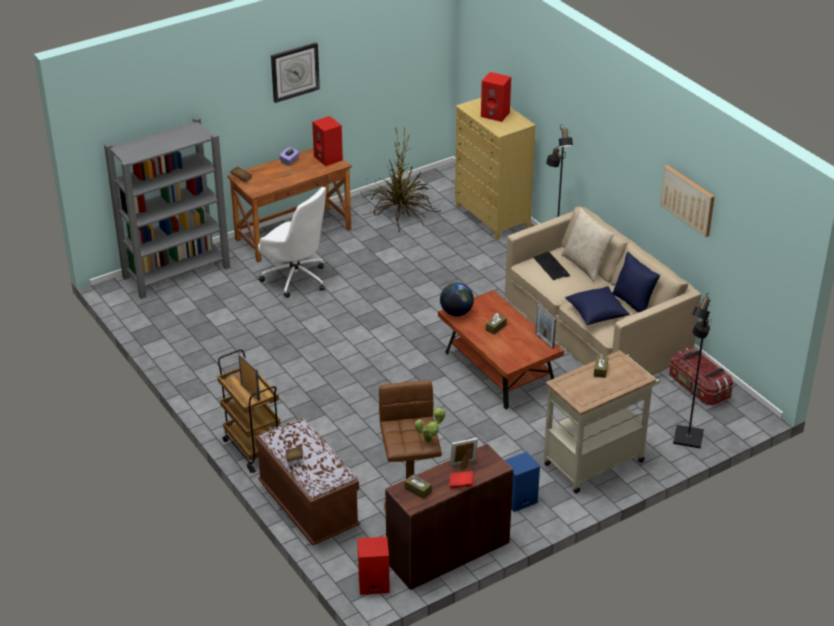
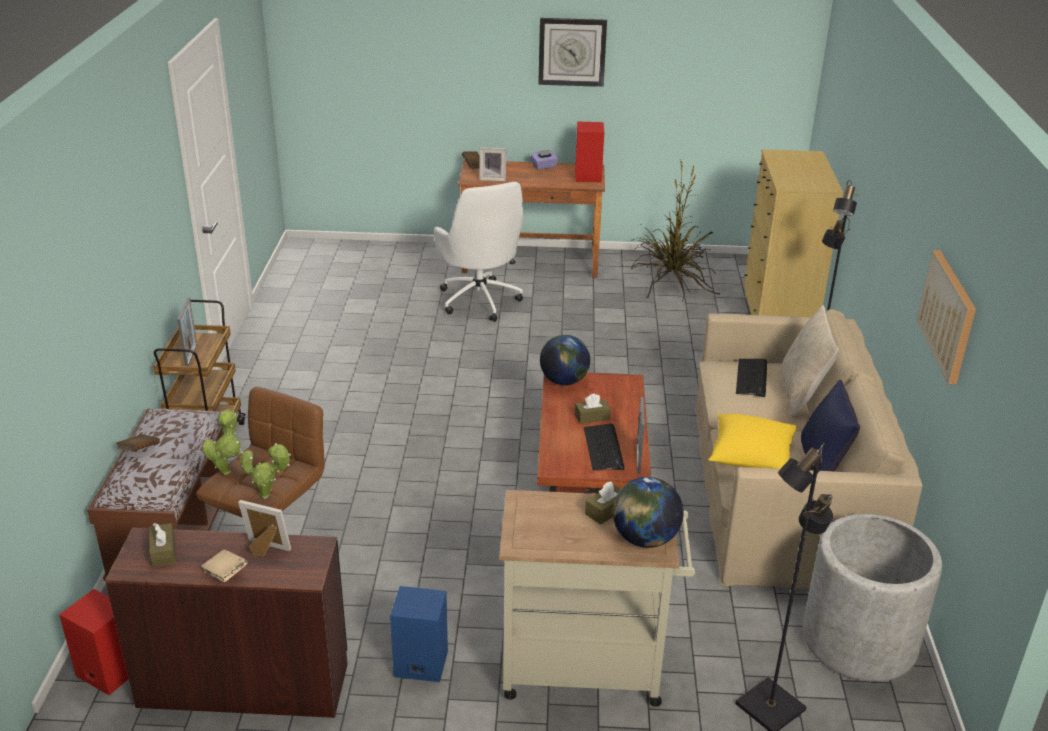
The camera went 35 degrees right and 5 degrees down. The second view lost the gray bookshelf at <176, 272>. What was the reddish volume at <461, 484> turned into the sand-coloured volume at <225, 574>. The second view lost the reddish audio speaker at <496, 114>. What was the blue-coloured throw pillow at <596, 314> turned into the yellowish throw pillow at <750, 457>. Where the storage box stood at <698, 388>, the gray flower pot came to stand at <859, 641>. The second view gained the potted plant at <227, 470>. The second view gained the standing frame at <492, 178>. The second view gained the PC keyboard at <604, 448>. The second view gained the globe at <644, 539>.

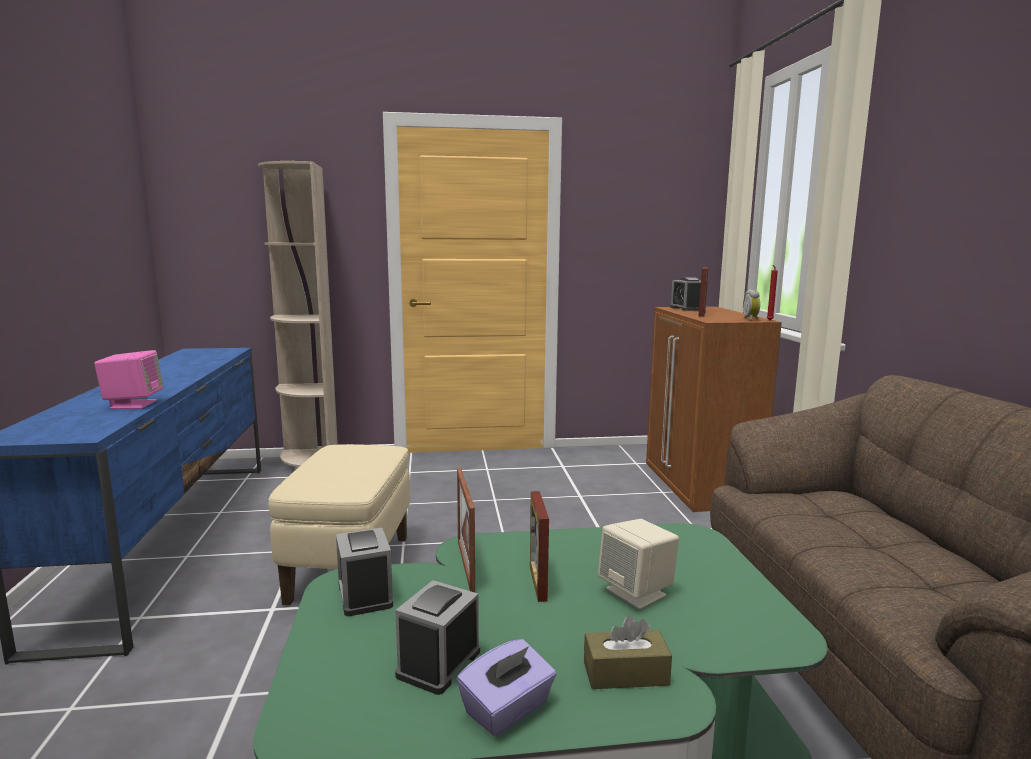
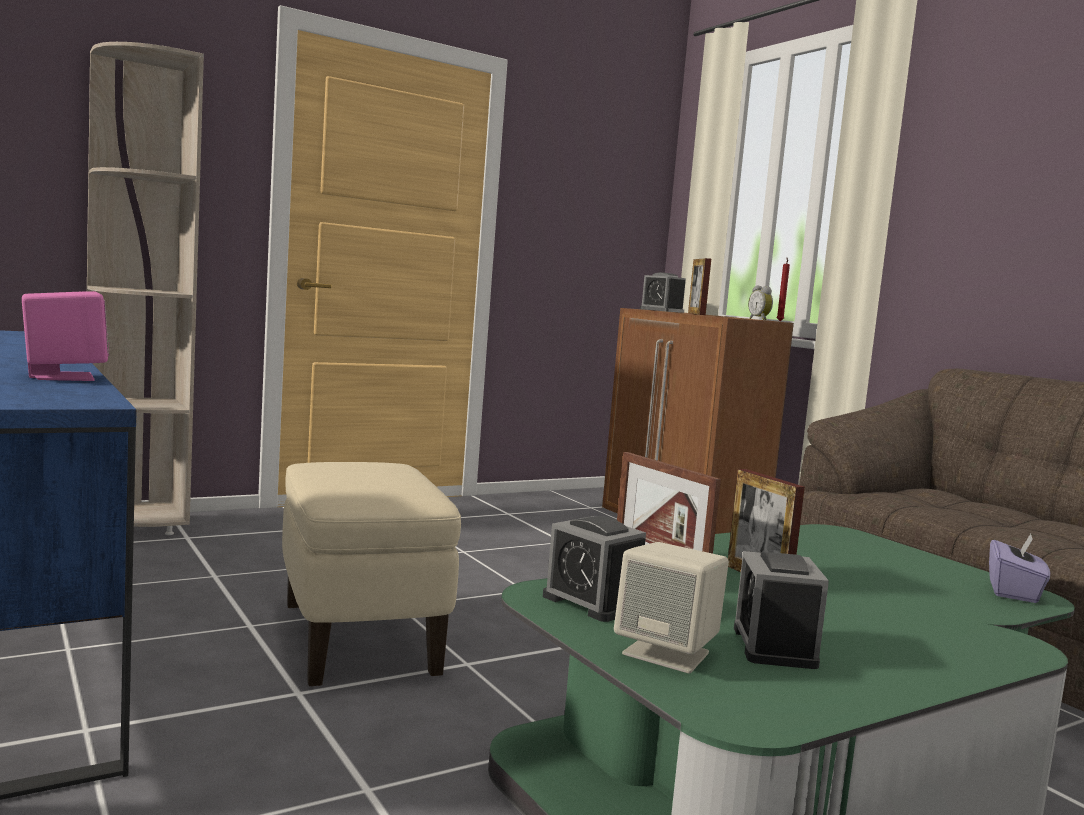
The camera went 25 degrees left and 5 degrees down. The purple tissue holder ended up elsewhere, having gone from <507, 709> to <1014, 592>. The second view lost the brown tissue holder at <625, 673>. The sand-coloured audio speaker ended up elsewhere, having gone from <637, 592> to <667, 653>.

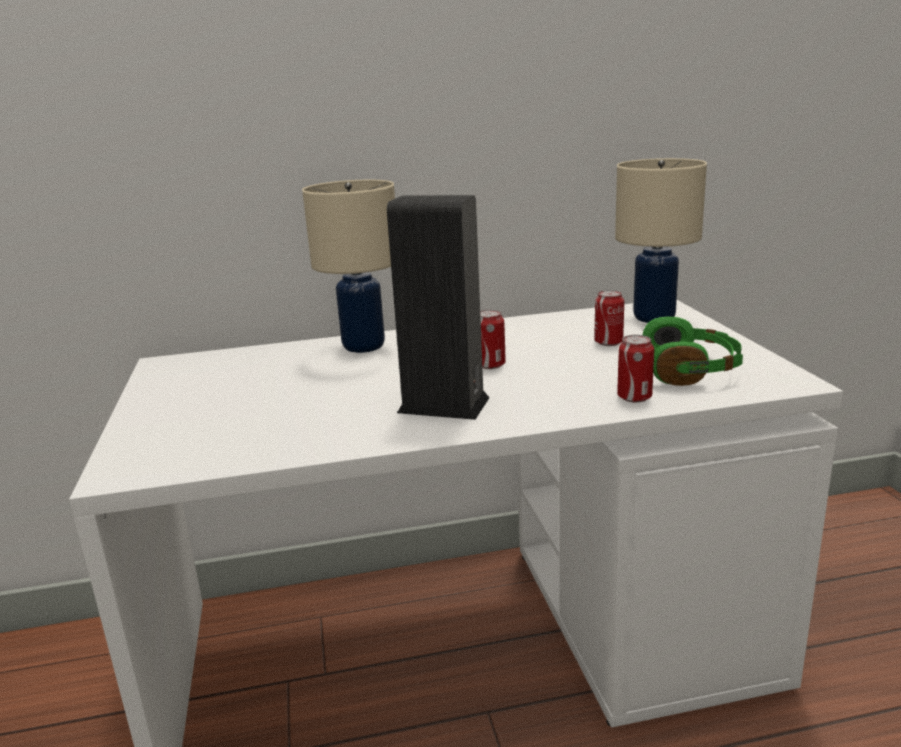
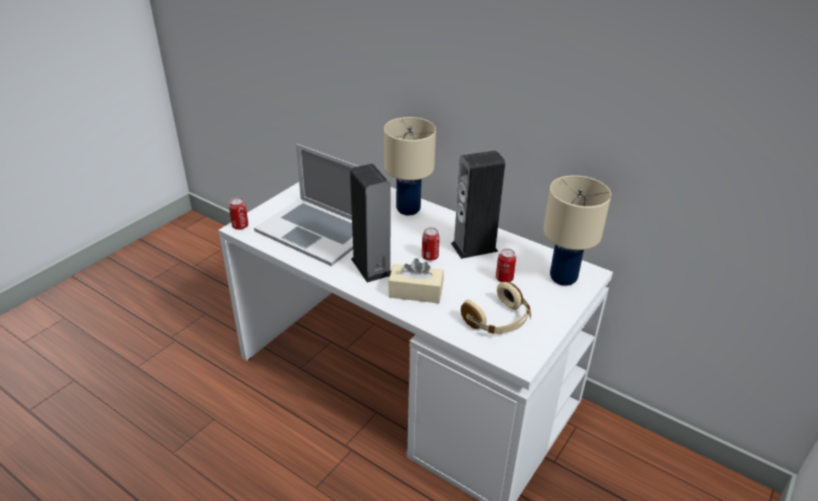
The camera went 45 degrees right and 15 degrees up. The can ended up elsewhere, having gone from <634, 397> to <240, 226>. What was the green-coloured headset at <691, 369> turned into the sand-coloured headset at <498, 320>. The second view gained the laptop at <316, 230>. The second view gained the sand-coloured tissue holder at <415, 292>. The second view gained the audio speaker at <474, 247>.

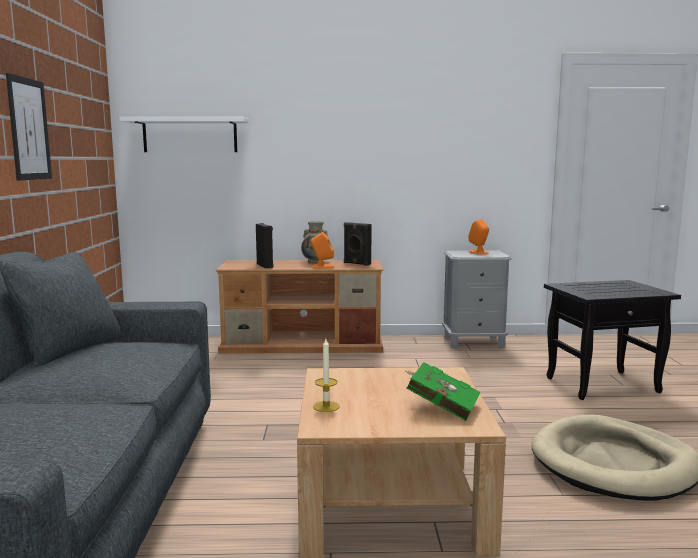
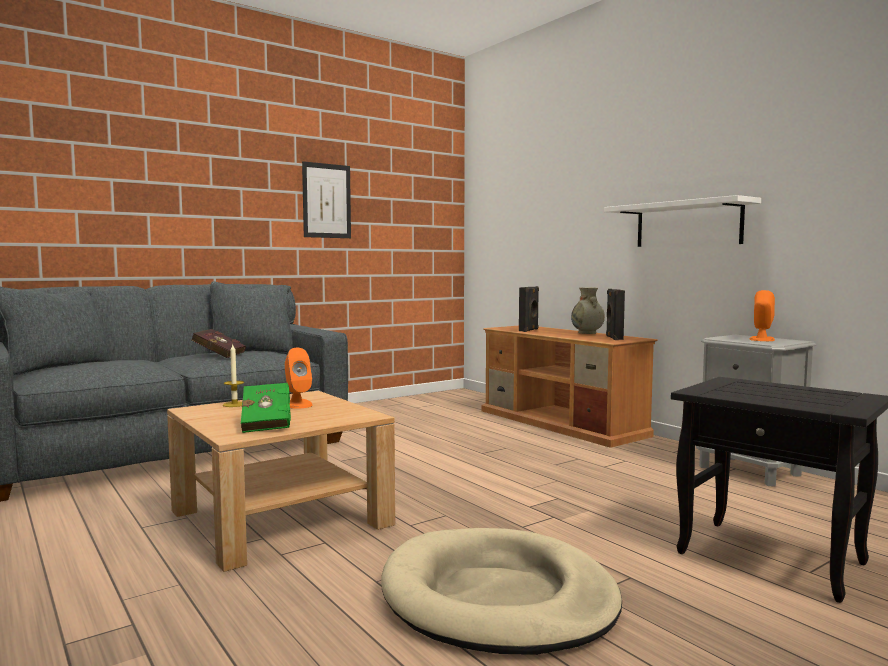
The camera went 55 degrees right and 5 degrees down. The white shelf ended up elsewhere, having gone from <190, 135> to <687, 224>. The orangey audio speaker ended up elsewhere, having gone from <322, 267> to <297, 404>. The second view gained the reddish volume at <217, 355>.

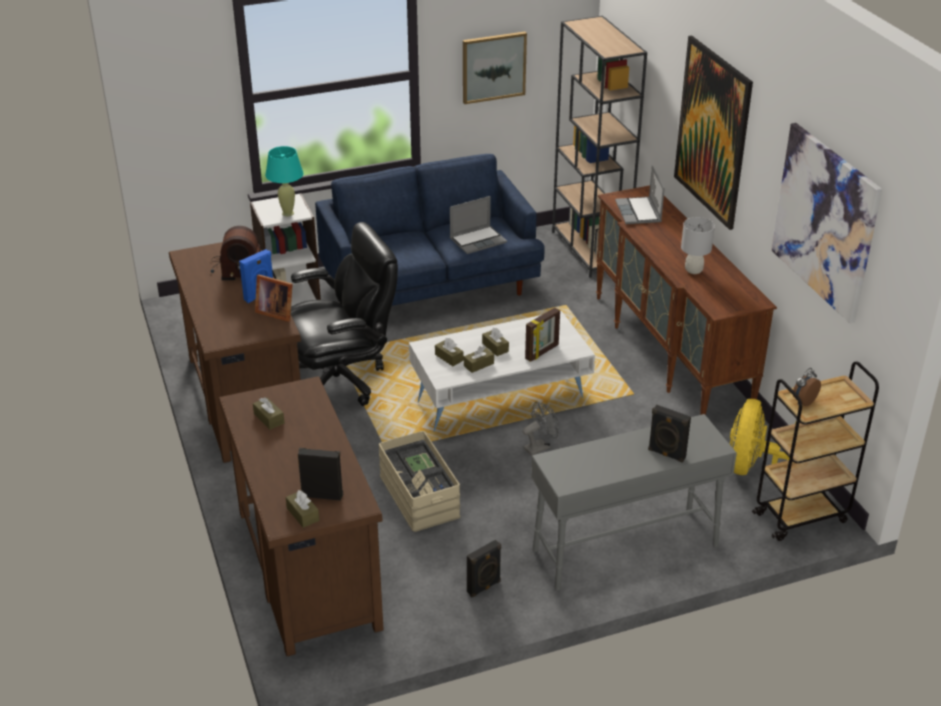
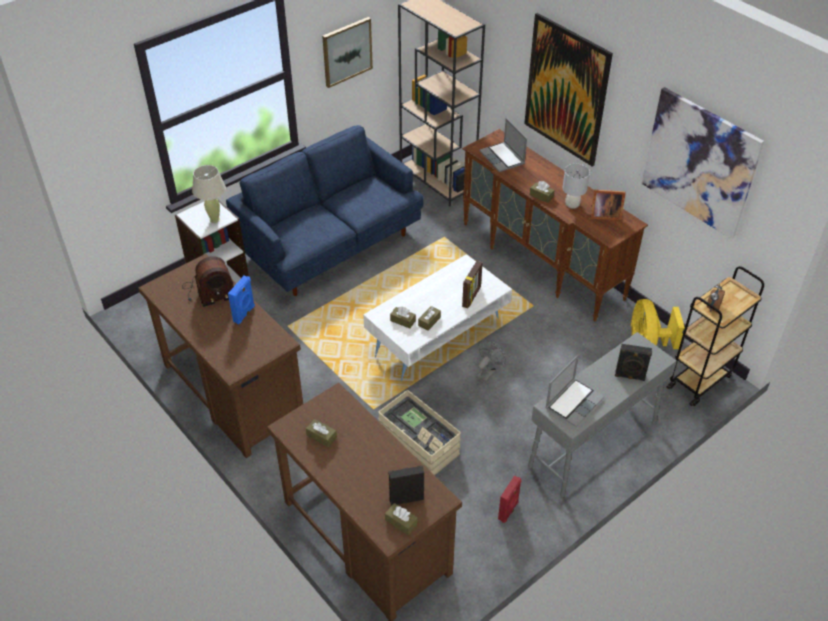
The camera went 20 degrees left and 10 degrees up. The standing frame ended up elsewhere, having gone from <275, 312> to <604, 215>. What was the turquoise lamp for a table at <288, 213> turned into the sand-coloured lamp for a table at <214, 220>. The second view lost the black-coloured computer chair at <342, 380>. The laptop ended up elsewhere, having gone from <478, 240> to <574, 402>. What was the black-coloured audio speaker at <484, 587> turned into the reddish audio speaker at <508, 511>. The brown tissue holder ended up elsewhere, having gone from <495, 347> to <541, 196>.

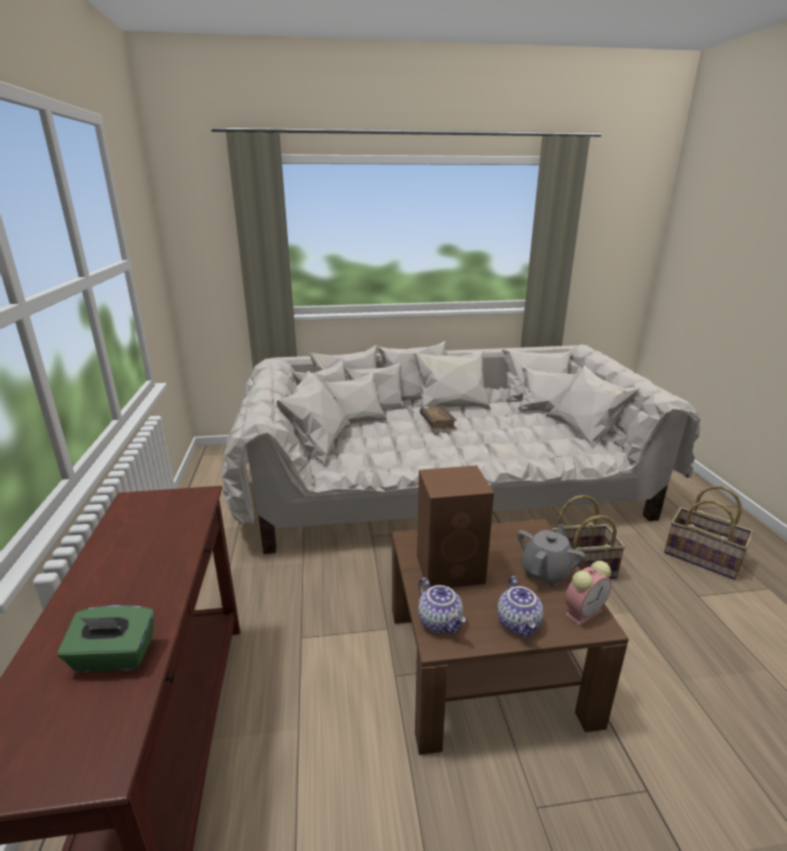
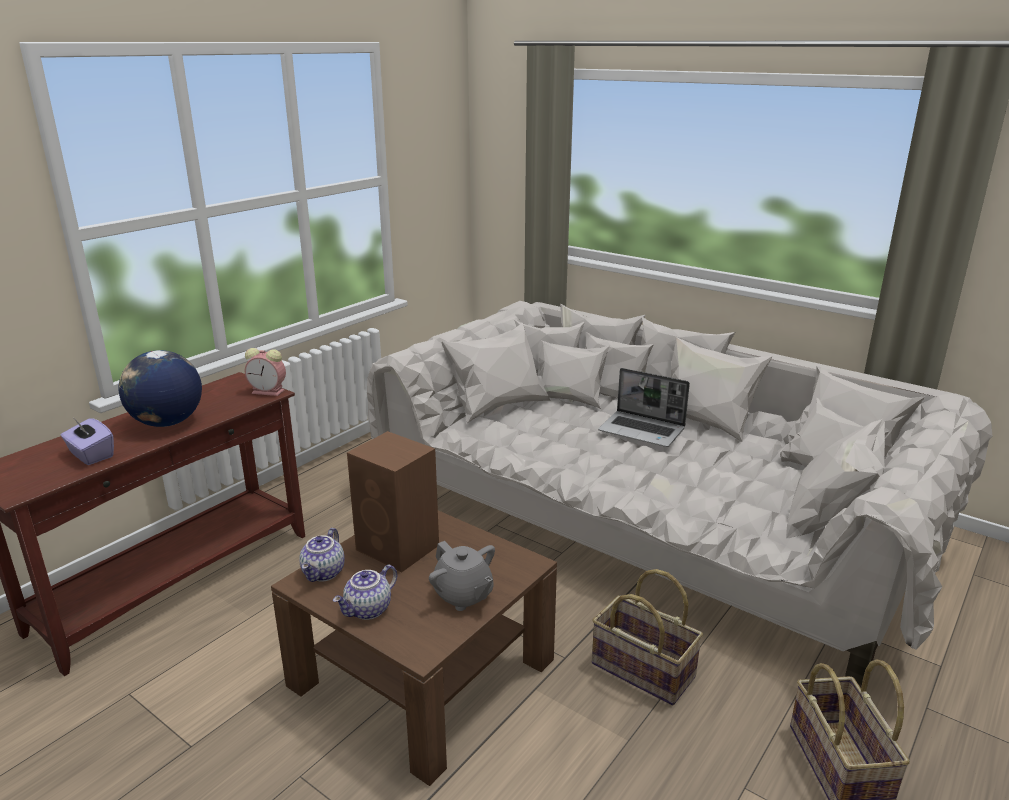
The camera went 45 degrees right and 0 degrees up. What was the green-coloured tissue holder at <114, 657> turned into the purple tissue holder at <91, 455>. Where the brown volume stood at <437, 422>, the laptop came to stand at <642, 430>. The gray pot for tea at <546, 572> ended up facing another way, 60 degrees clockwise from before. The alarm clock ended up elsewhere, having gone from <584, 612> to <269, 391>. The second view gained the globe at <167, 423>.

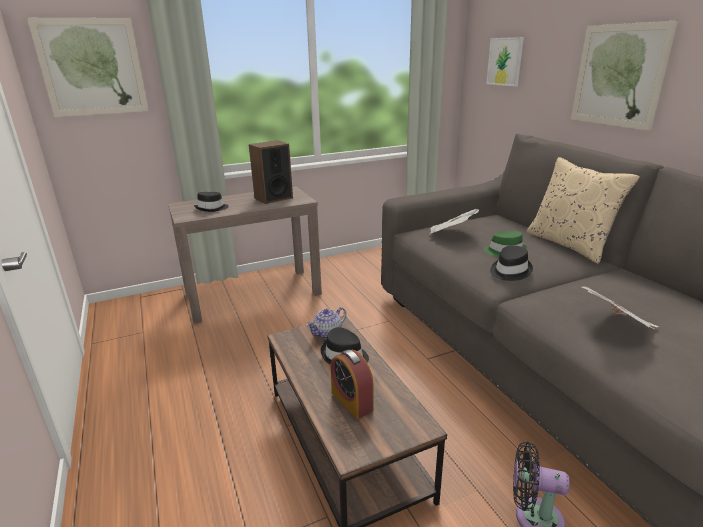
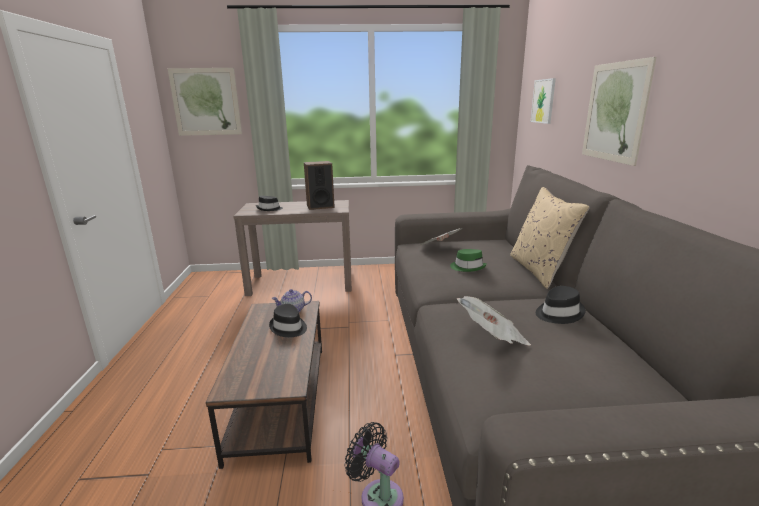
The camera went 20 degrees right and 5 degrees down. The second view lost the alarm clock at <352, 401>. The black-coloured clothing hat ended up elsewhere, having gone from <509, 271> to <558, 313>.

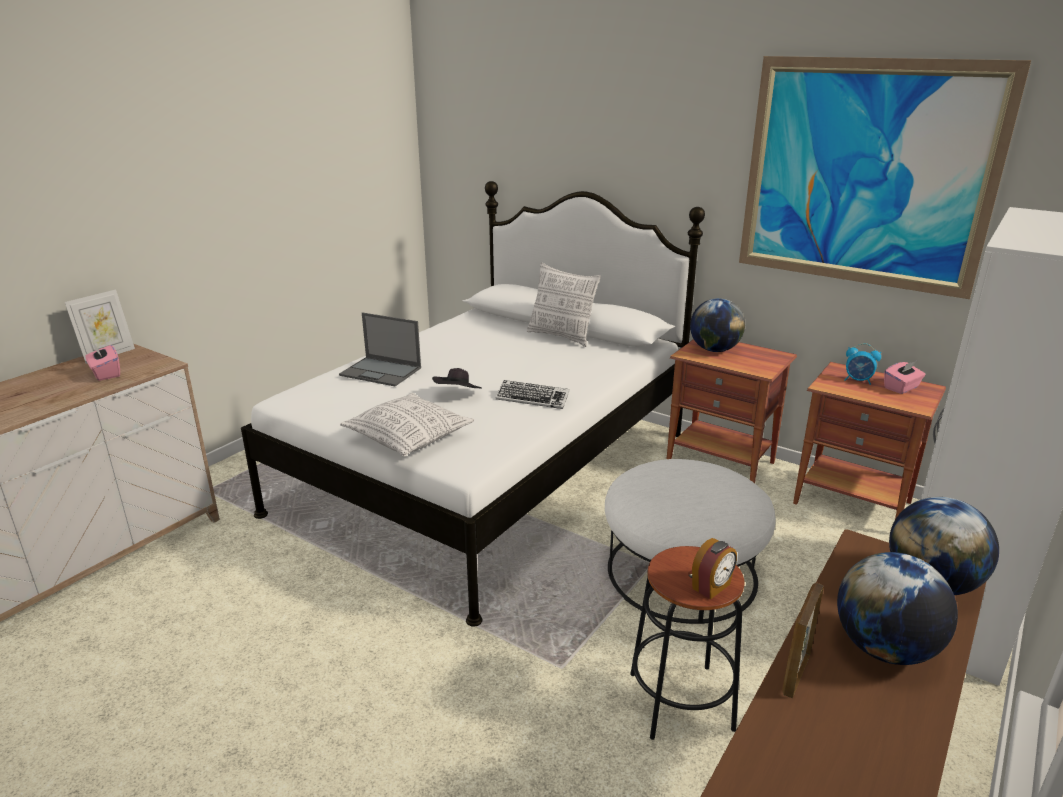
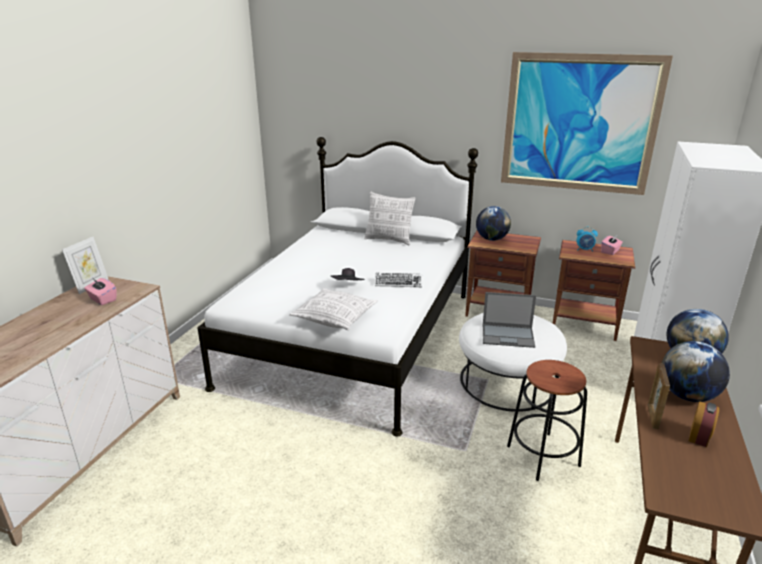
The camera went 15 degrees left and 0 degrees up. The laptop ended up elsewhere, having gone from <381, 372> to <508, 336>. The alarm clock ended up elsewhere, having gone from <712, 587> to <699, 437>.

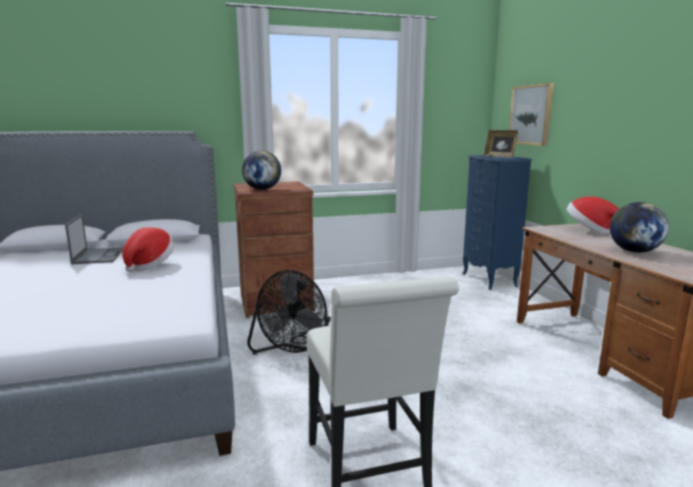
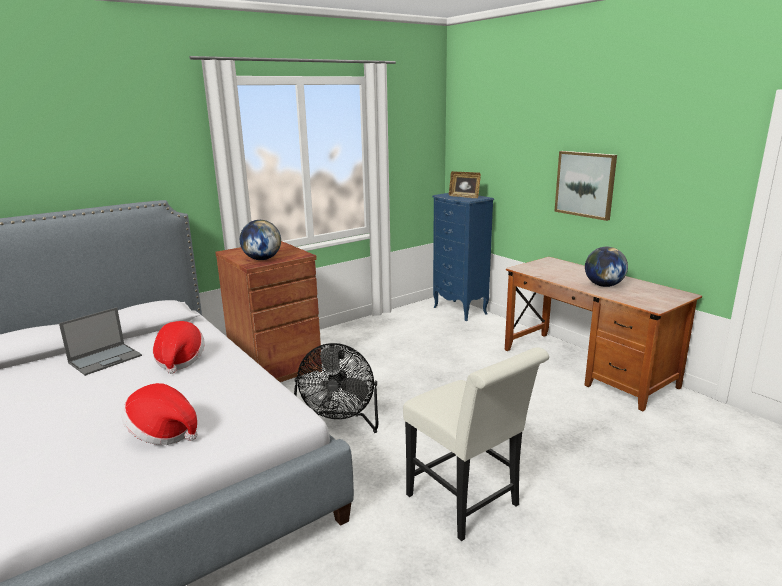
The camera went 20 degrees left and 5 degrees up. The laptop at <99, 256> ended up facing another way, 75 degrees clockwise from before. The picture ended up elsewhere, having gone from <531, 115> to <585, 184>. The clothing hat ended up elsewhere, having gone from <590, 231> to <163, 433>.

